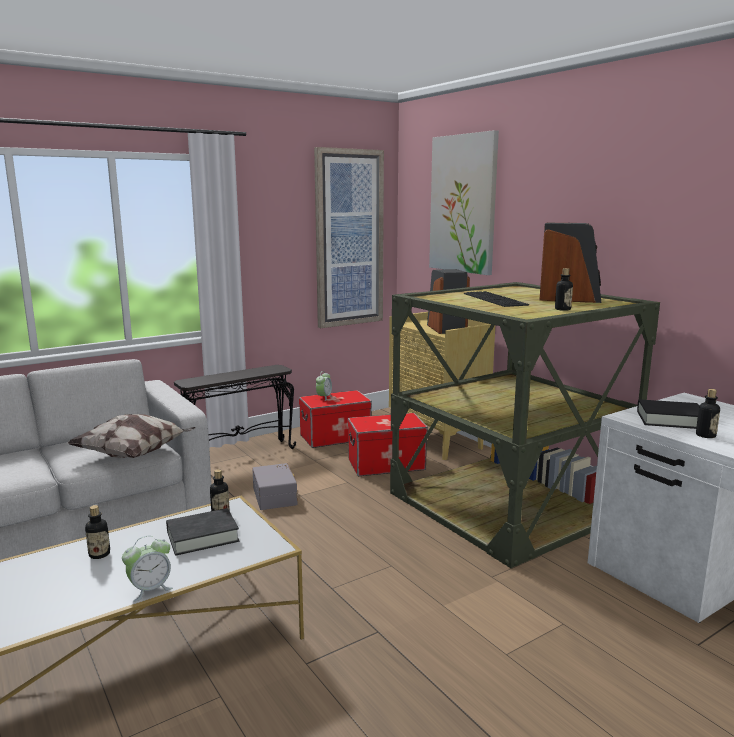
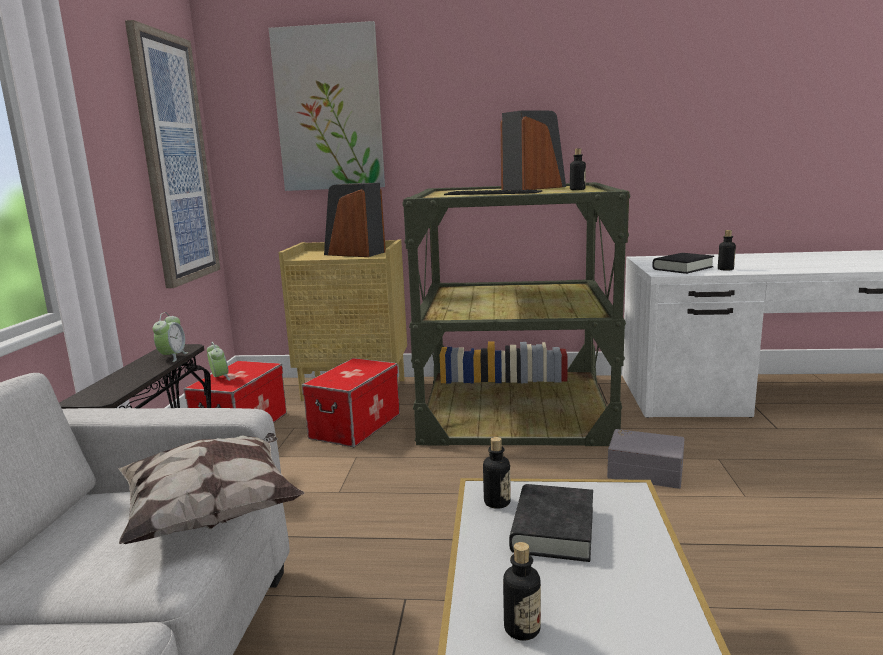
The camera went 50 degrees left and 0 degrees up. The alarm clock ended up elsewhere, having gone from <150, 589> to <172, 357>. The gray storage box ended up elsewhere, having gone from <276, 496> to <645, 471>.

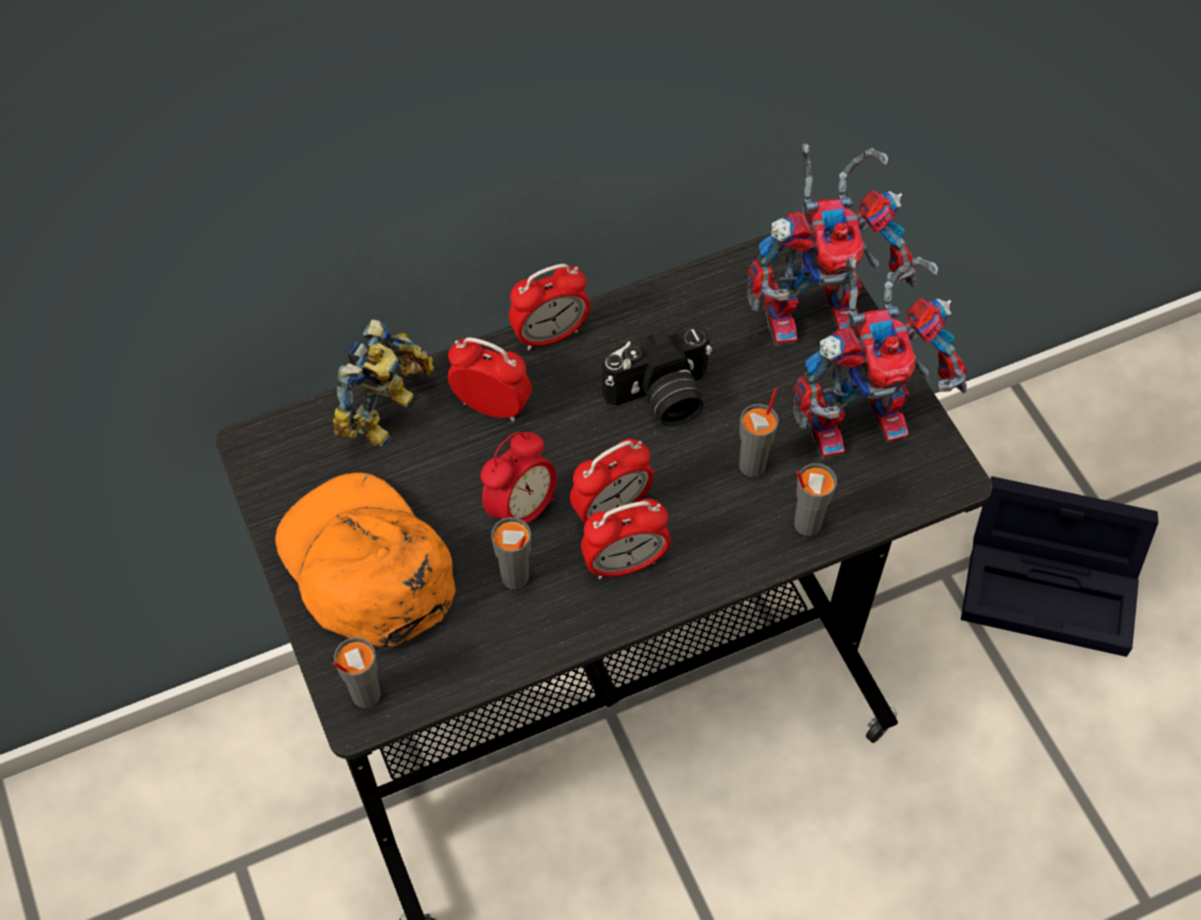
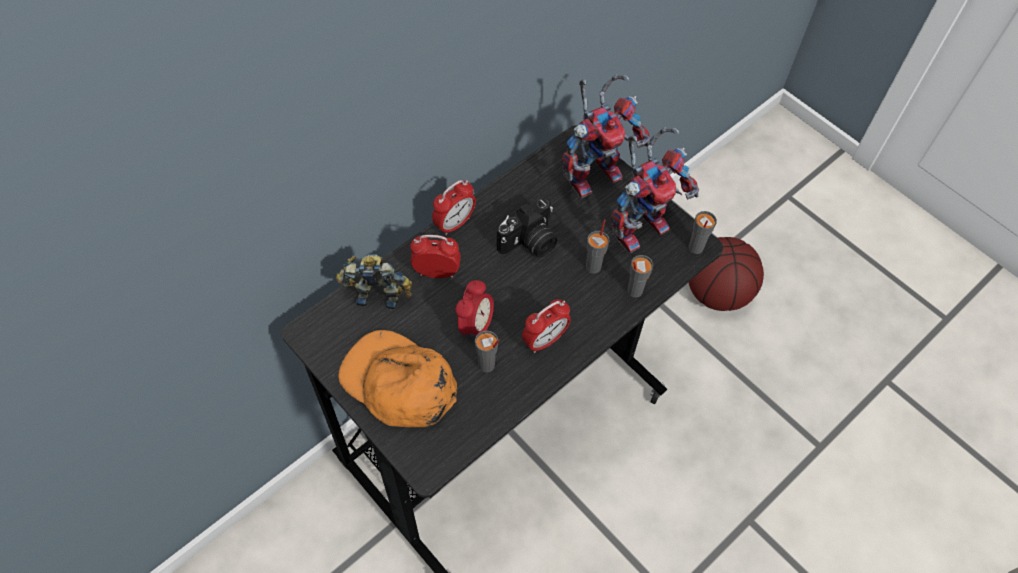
The camera went 20 degrees left and 0 degrees up. The toy robot at <387, 414> ended up facing another way, 90 degrees counterclockwise from before. The gray drinking cup ended up elsewhere, having gone from <365, 695> to <695, 248>. The second view lost the alarm clock at <611, 509>. Where the black-coloured storage box stood at <1055, 582>, the basketball came to stand at <717, 292>.

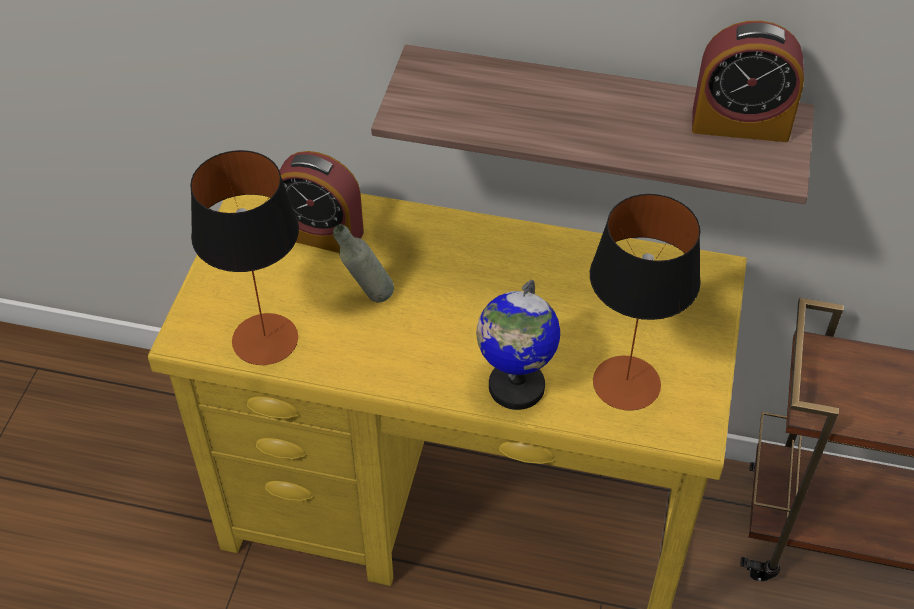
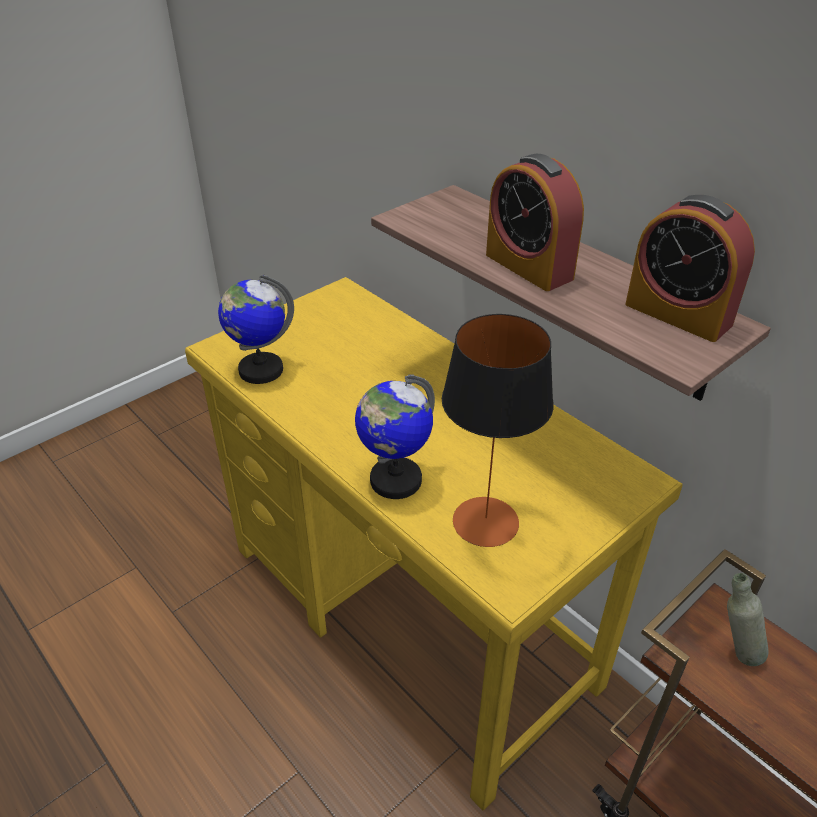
The camera went 35 degrees right and 10 degrees down. Where the lamp for a table stood at <265, 339>, the globe came to stand at <260, 370>. The alarm clock ended up elsewhere, having gone from <320, 234> to <529, 266>. The gray beverage bottle ended up elsewhere, having gone from <367, 297> to <734, 653>.

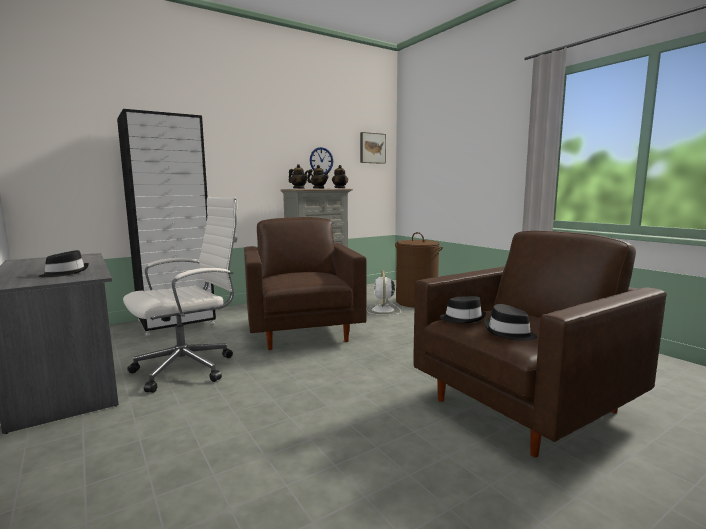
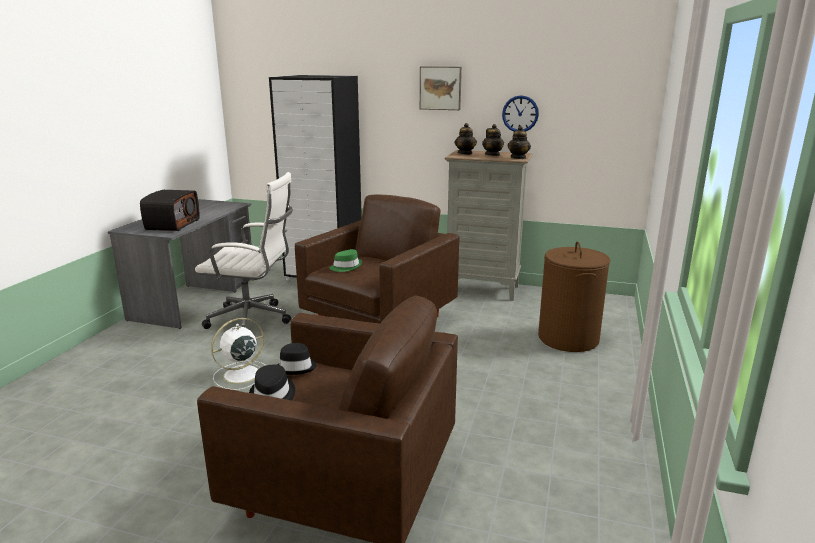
The camera went 50 degrees right and 10 degrees up. Where the black-coloured clothing hat stood at <65, 273>, the radio set came to stand at <172, 224>. The picture ended up elsewhere, having gone from <372, 148> to <440, 88>. The white electric fan ended up elsewhere, having gone from <383, 310> to <240, 375>. The second view gained the green-coloured clothing hat at <346, 267>.

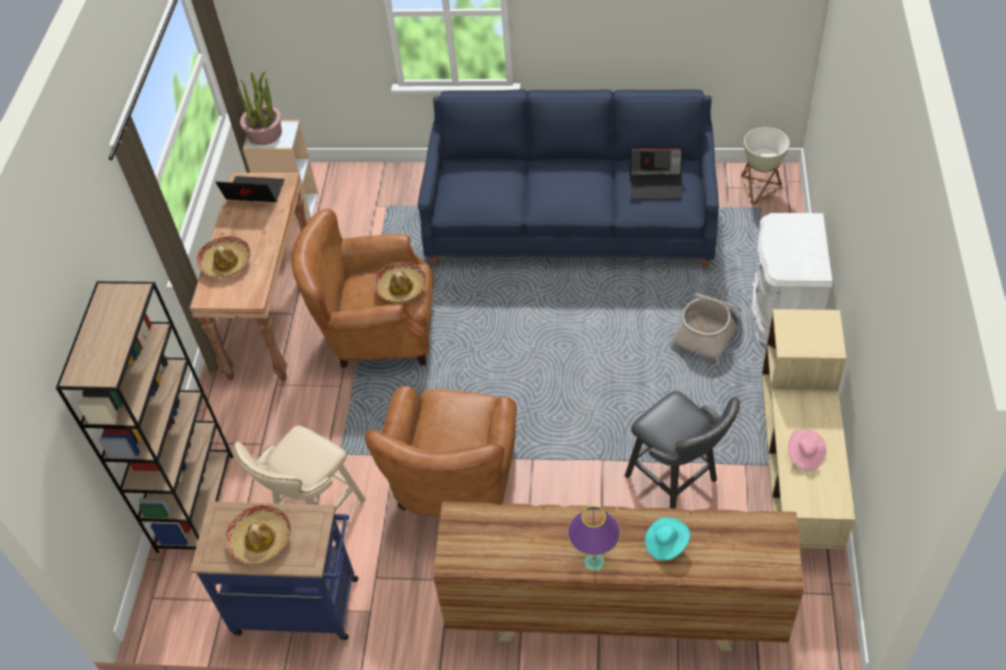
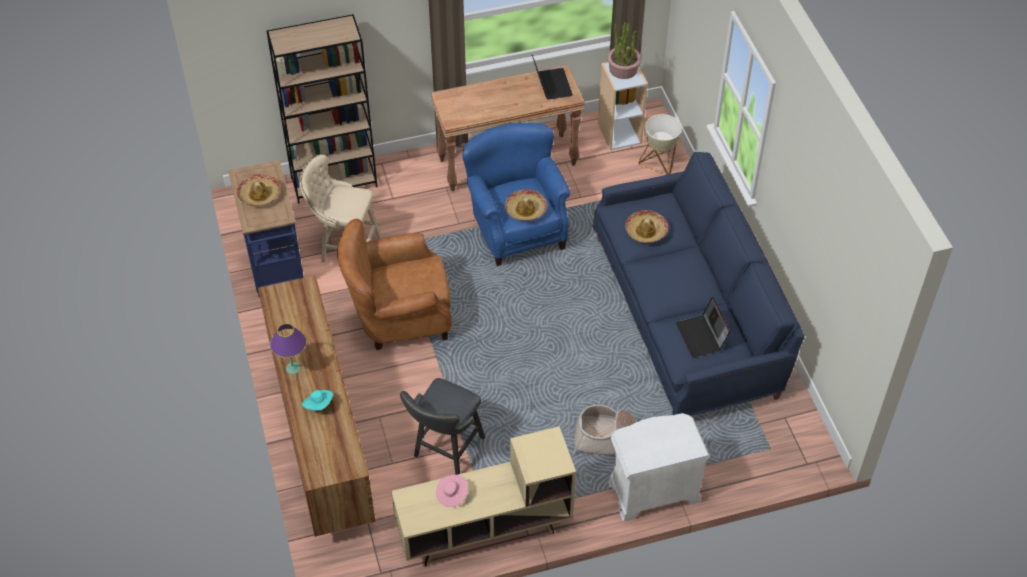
The camera went 65 degrees right and 0 degrees up. The clothing hat ended up elsewhere, having gone from <225, 262> to <646, 231>. What was the brown lounge chair at <377, 332> turned into the blue-coloured lounge chair at <517, 227>. The flower pot ended up elsewhere, having gone from <760, 188> to <658, 164>.

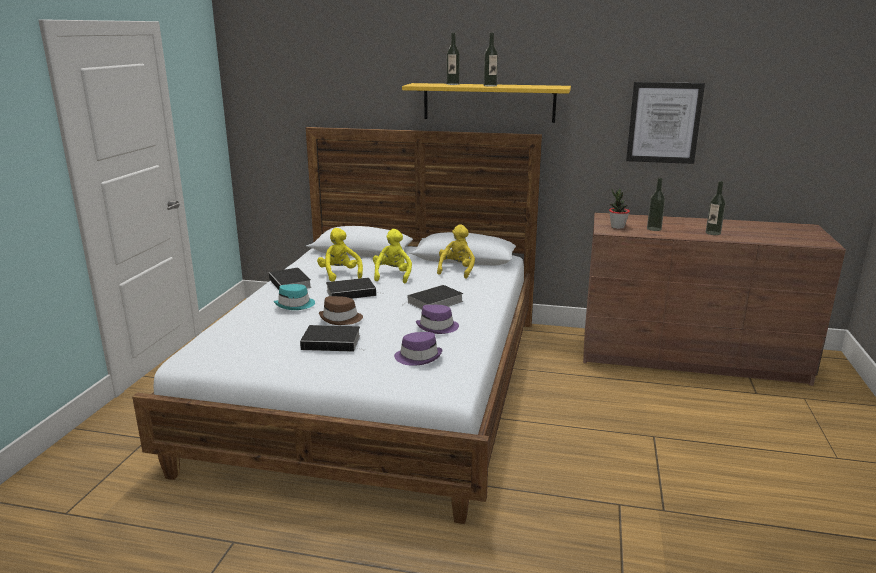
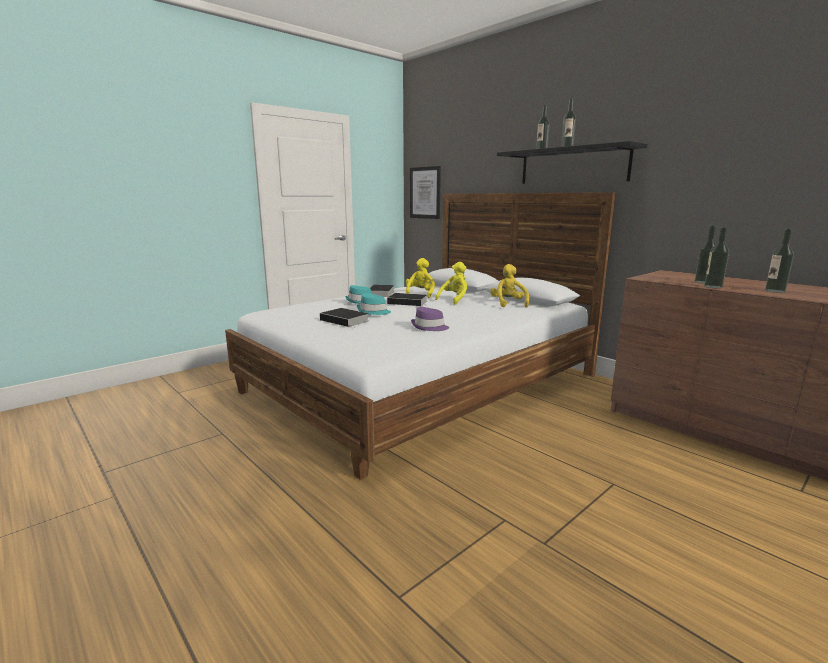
The camera went 35 degrees right and 5 degrees down. What was the brown clothing hat at <341, 319> turned into the turquoise clothing hat at <373, 311>. The second view lost the purple clothing hat at <418, 357>. What was the yellowish shelf at <489, 102> turned into the black-coloured shelf at <573, 166>. The second view lost the volume at <434, 302>. The yellowish plush toy at <456, 270> ended up facing another way, 60 degrees counterclockwise from before. The second view lost the potted plant at <617, 227>. The picture ended up elsewhere, having gone from <664, 123> to <425, 193>. The second view gained the beverage bottle at <713, 287>.

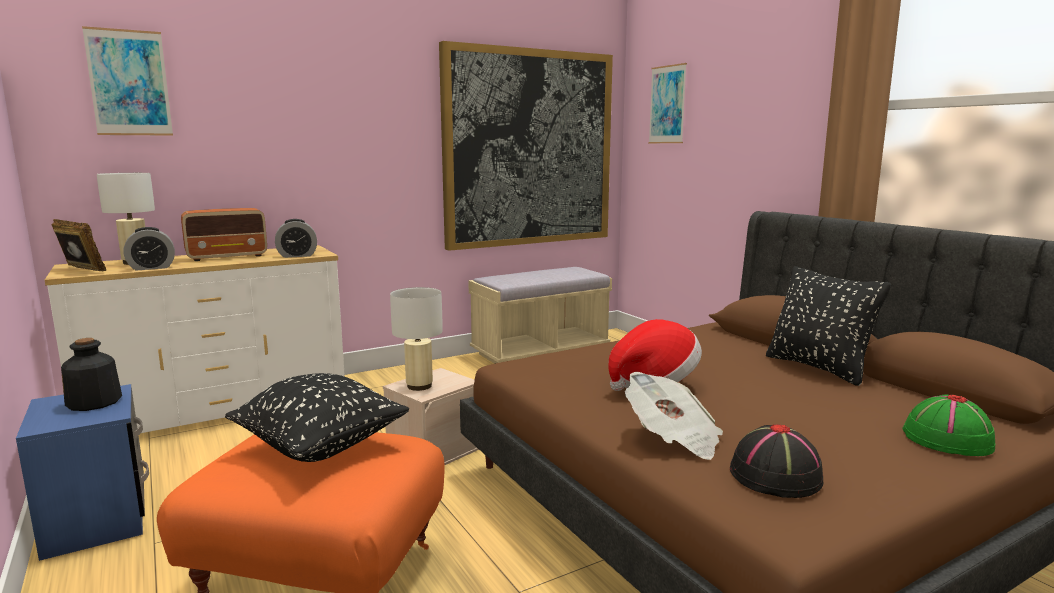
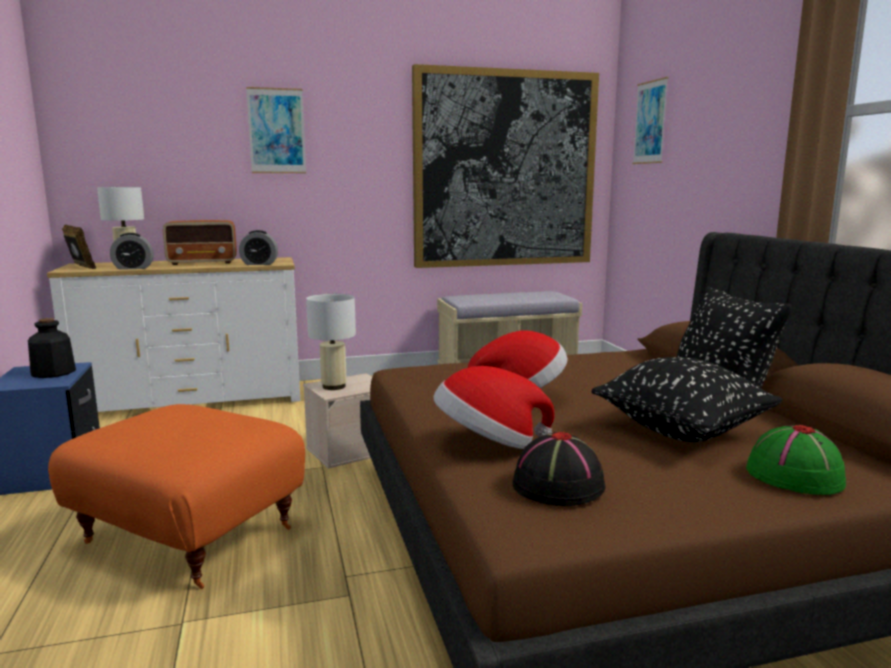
The camera went 15 degrees right and 0 degrees up. The picture ended up elsewhere, having gone from <129, 83> to <276, 131>. The black-coloured throw pillow ended up elsewhere, having gone from <320, 447> to <681, 431>. Where the daily paper stood at <673, 439>, the clothing hat came to stand at <489, 443>.

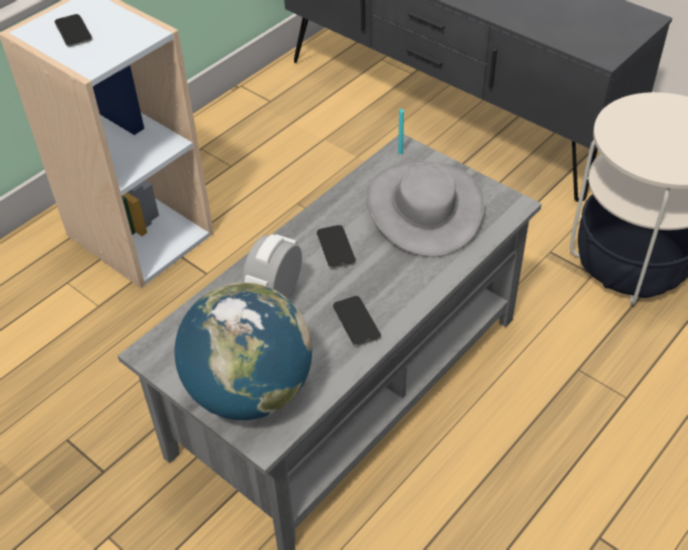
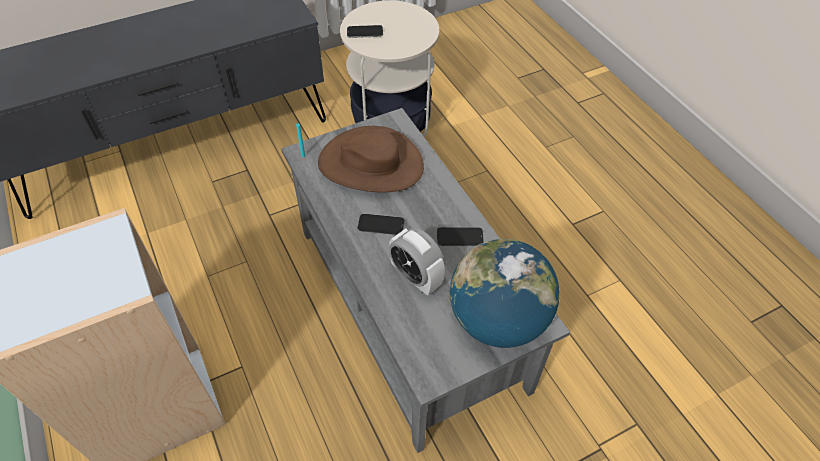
The camera went 70 degrees left and 5 degrees up. The telephone ended up elsewhere, having gone from <73, 31> to <365, 32>. What was the gray clothing hat at <424, 208> turned into the brown clothing hat at <371, 164>.

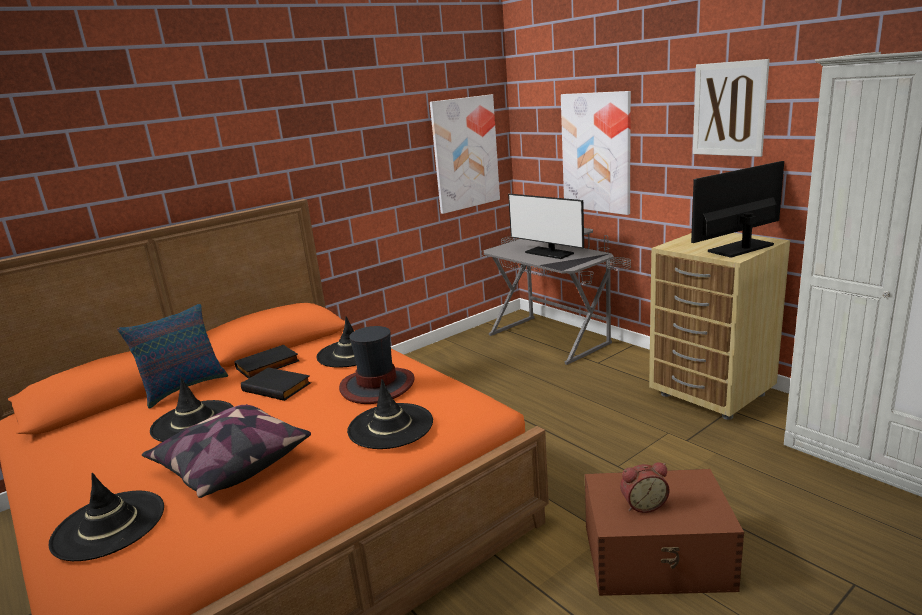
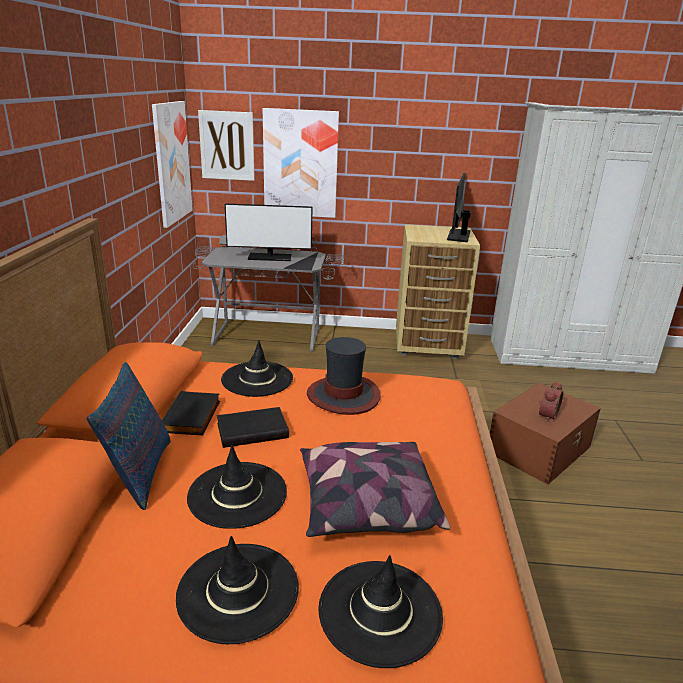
The camera went 50 degrees left and 5 degrees up. The black-coloured clothing hat ended up elsewhere, having gone from <390, 426> to <238, 591>. The picture ended up elsewhere, having gone from <729, 109> to <227, 145>.

